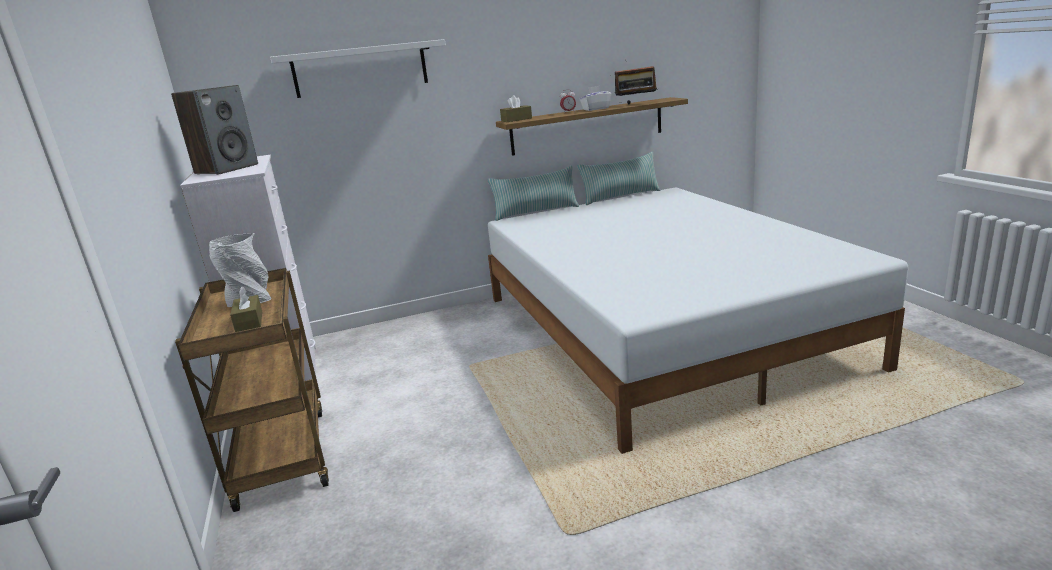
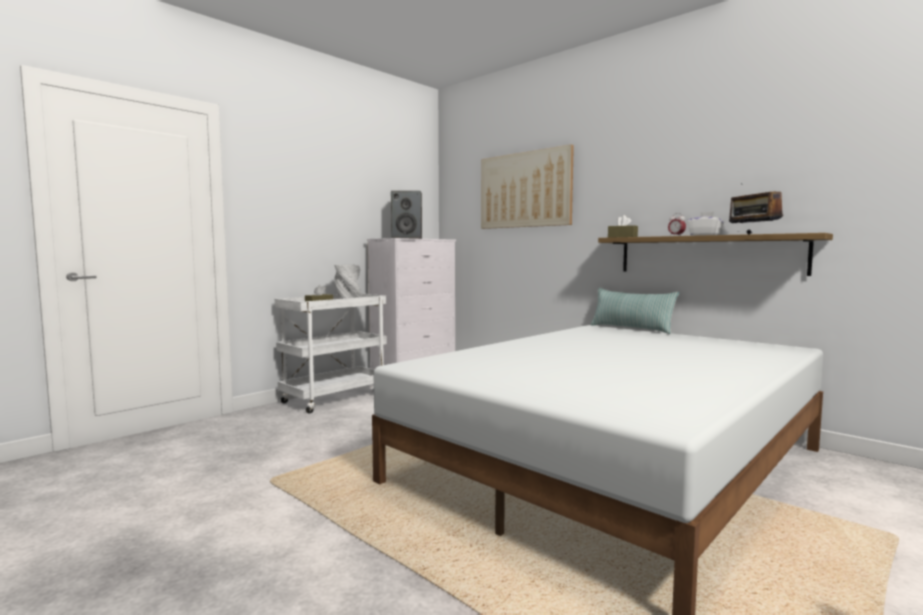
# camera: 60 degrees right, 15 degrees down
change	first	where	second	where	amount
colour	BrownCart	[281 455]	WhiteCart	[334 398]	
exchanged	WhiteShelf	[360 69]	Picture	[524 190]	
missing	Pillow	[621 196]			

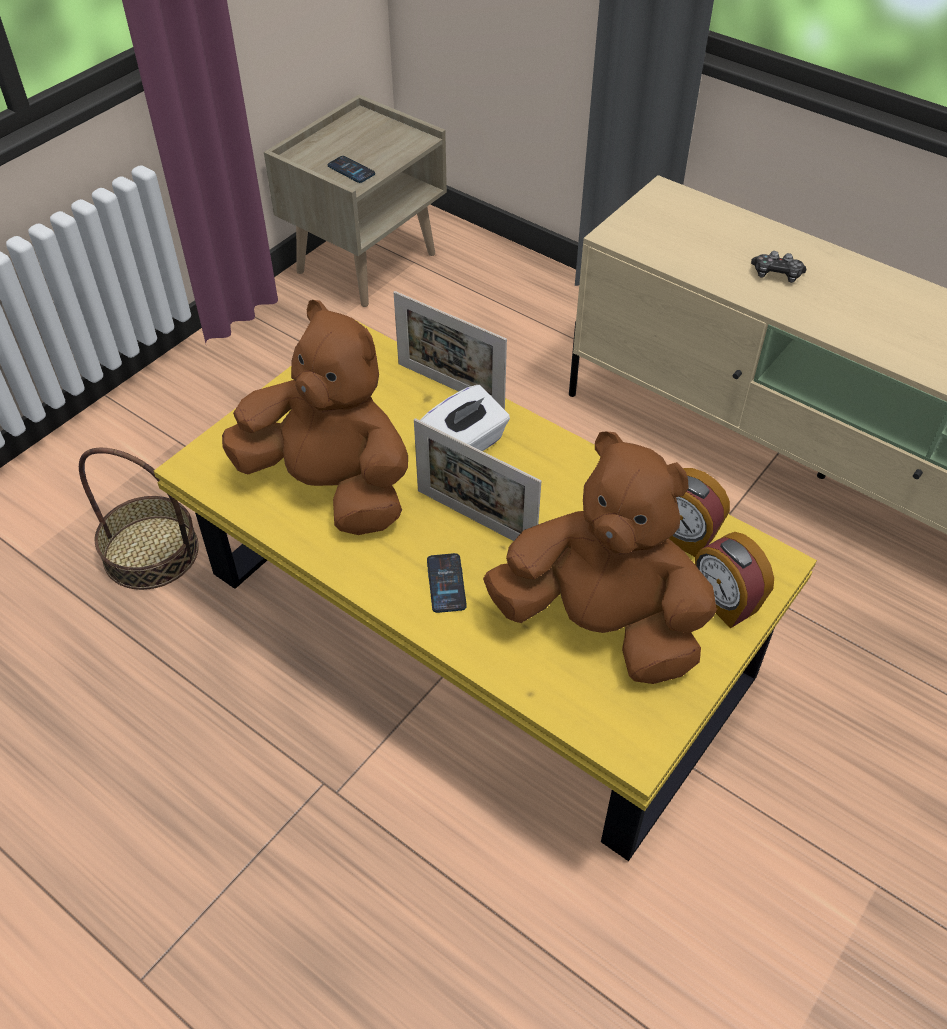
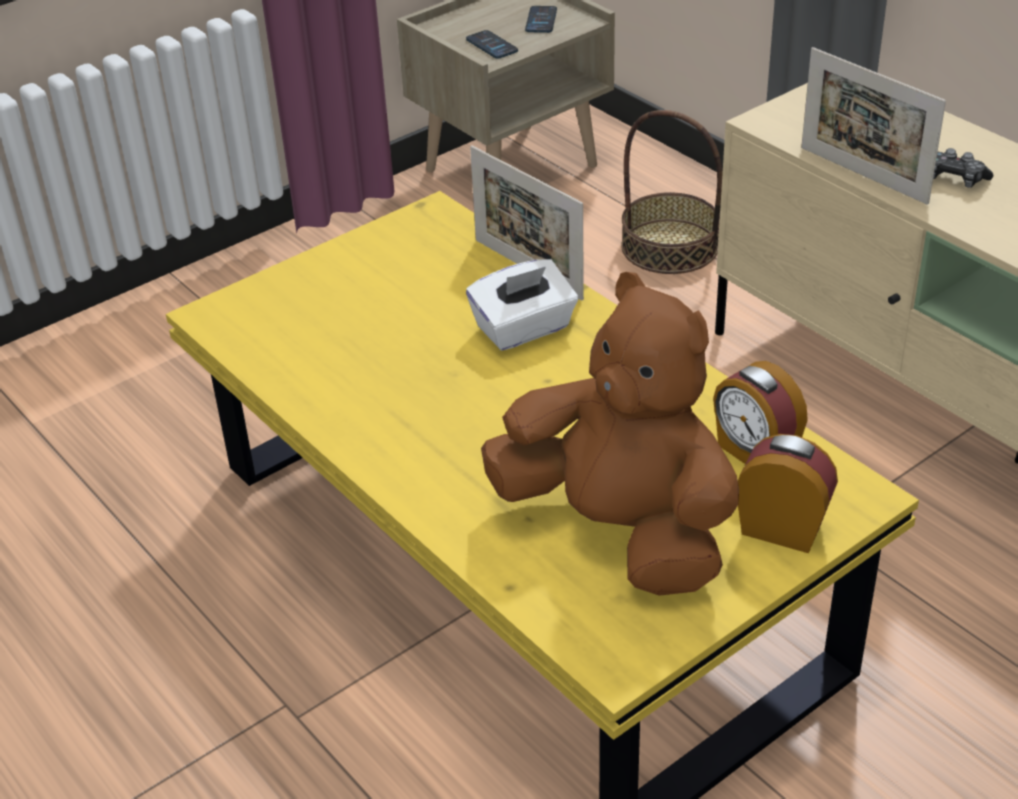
# camera: 15 degrees right, 10 degrees down
change	first	where	second	where	amount
relocated	Basket	[151 552]		[670 246]	
missing	BrownPlushToy	[331 486]			
relocated	PictureFrame	[475 520]		[863 175]	
relocated	Phone	[446 583]		[541 20]	
spun	AlarmClock	[724 602]		[782 527]	135 degrees clockwise

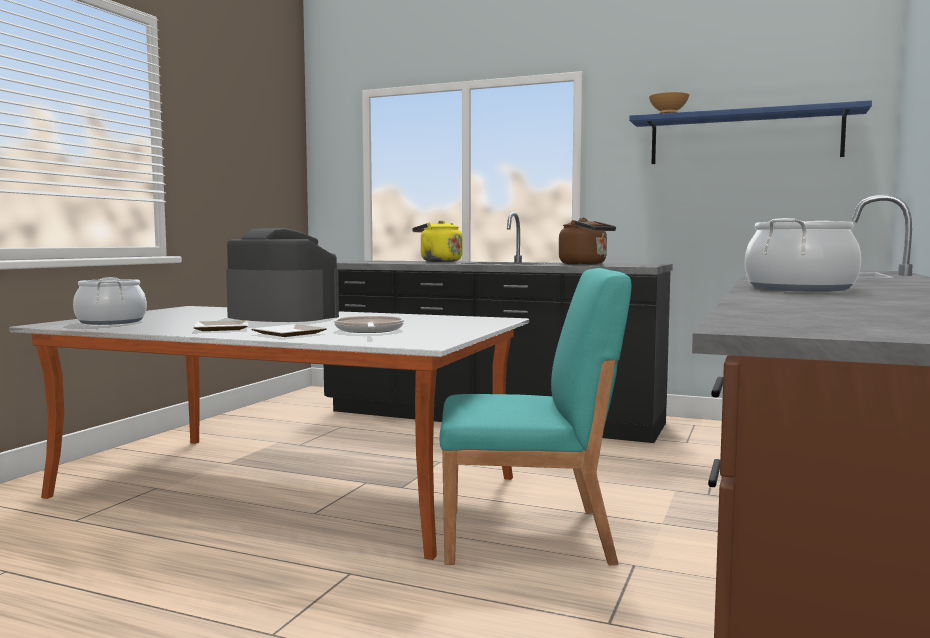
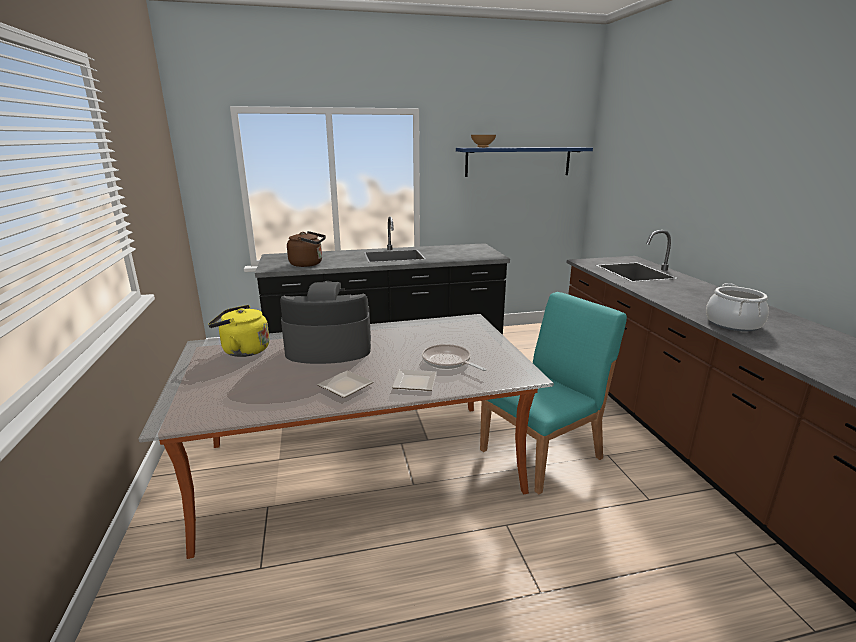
# camera: 35 degrees left, 15 degrees up
change	first	where	second	where	amount
missing	CookingPot	[111 322]			
relocated	YellowKettle	[438 261]		[243 350]	
relocated	BrownKettle	[586 264]		[308 264]	

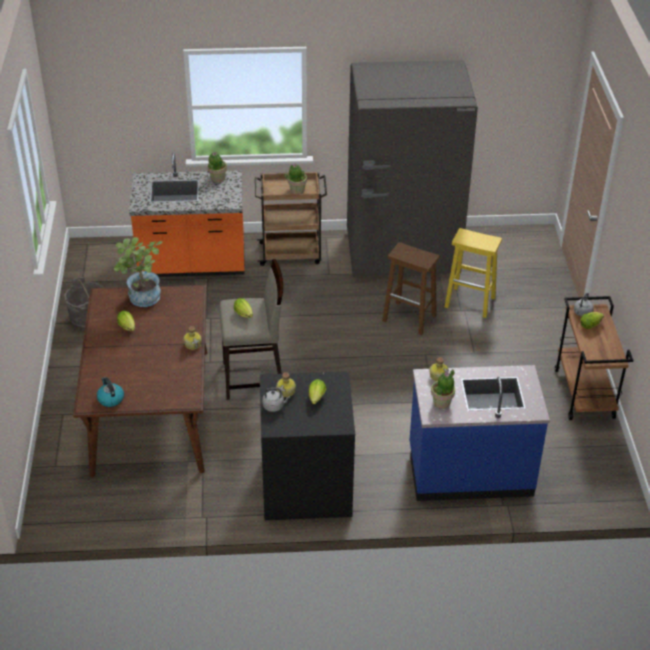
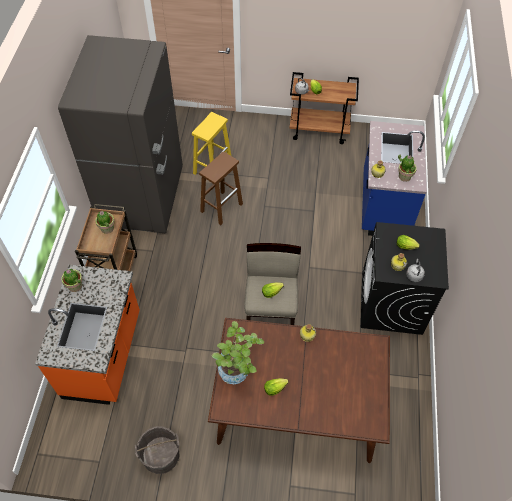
# camera: 80 degrees left, 15 degrees up
change	first	where	second	where	amount
missing	Kettle	[110 399]			

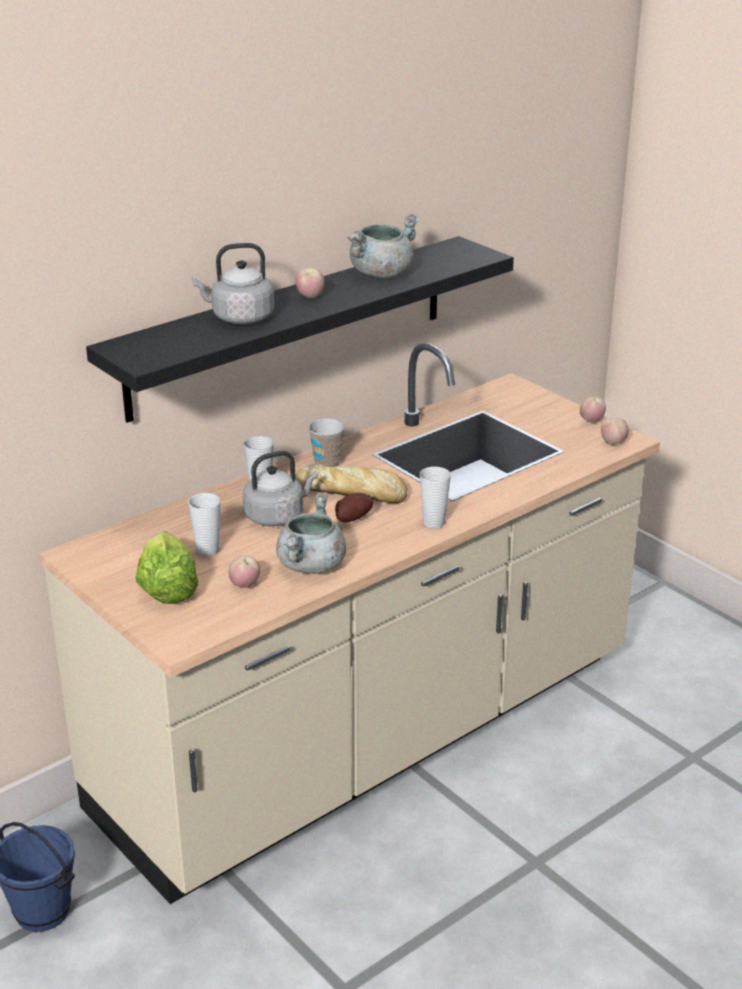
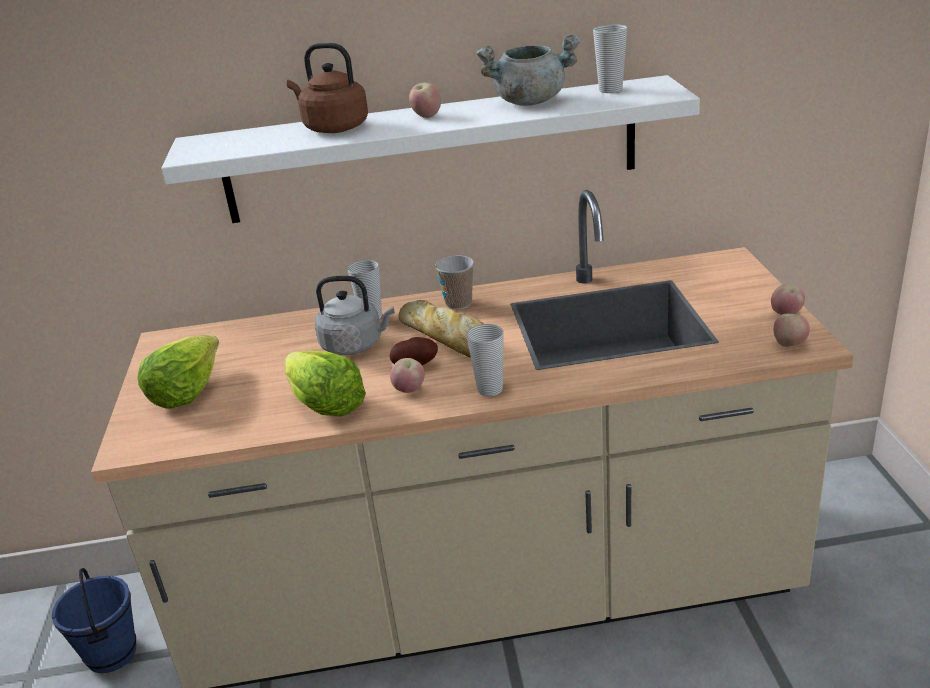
# camera: 35 degrees right, 0 degrees up
change	first	where	second	where	amount
colour	BlackShelf	[290 326]	WhiteShelf	[431 151]	
relocated	Cup	[207 551]		[610 90]	
colour	GreyKettle	[239 318]	BrownKettle	[333 128]	
relocated	Apple	[244 585]		[409 390]	
exchanged	GreyCookingPot	[311 566]	Lettuce	[324 404]	

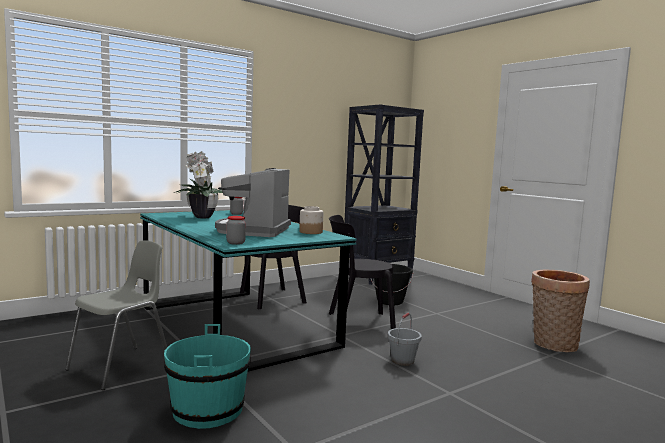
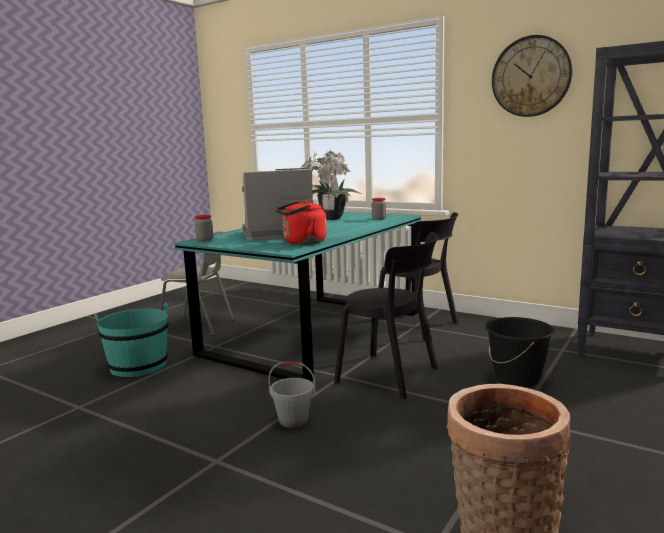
# camera: 70 degrees right, 5 degrees up
change	first	where	second	where	amount
exchanged	Jar	[310 232]	RedKettle	[302 243]	
spun	BlackChair	[356 323]		[392 376]	150 degrees clockwise
appeared			WallClock	[531 76]	

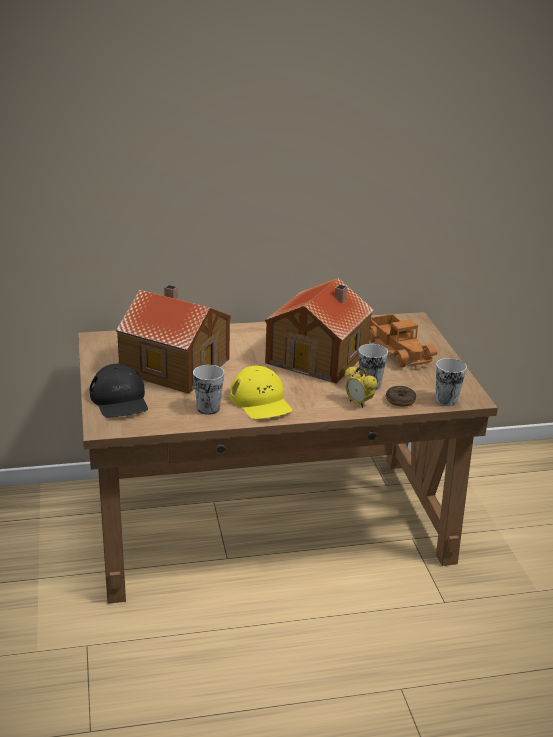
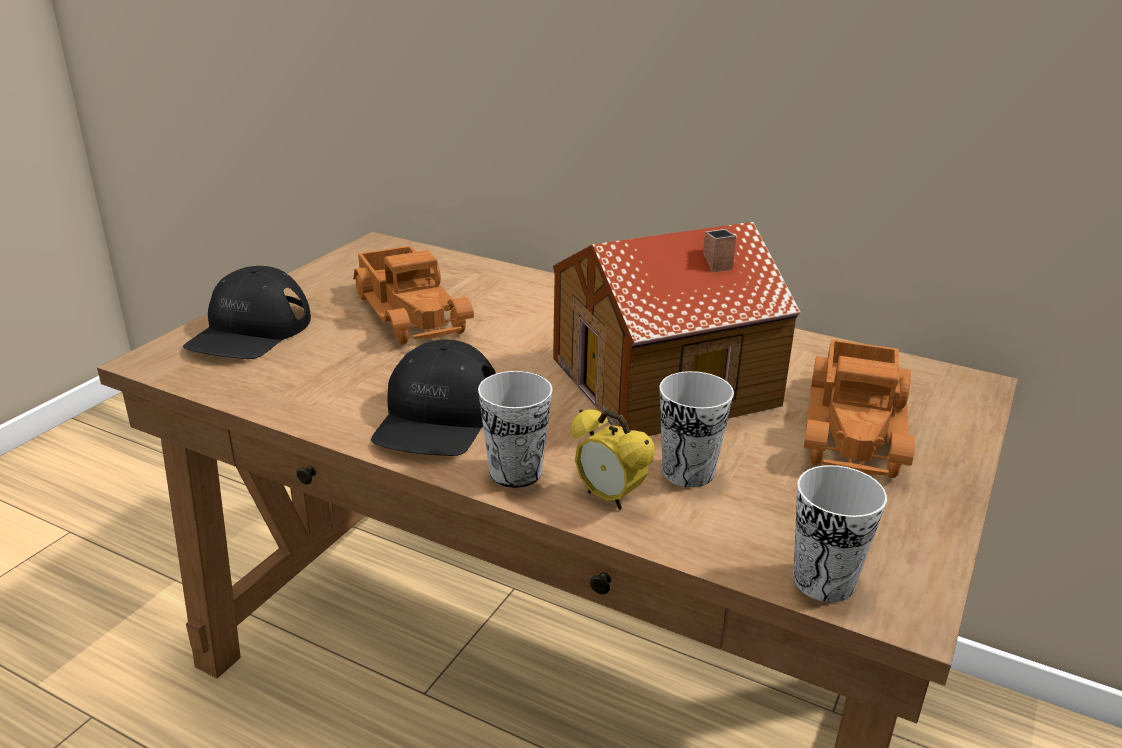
# camera: 40 degrees right, 0 degrees up
change	first	where	second	where	amount
exchanged	ToyHouse	[175 364]	ToyTruck	[413 311]	
relocated	Cup	[208 408]		[515 472]	
colour	YellowCap	[261 401]	BlackCap	[438 417]	
spun	AlarmClock	[358 403]		[609 497]	45 degrees counterclockwise
missing	Donut	[400 400]			

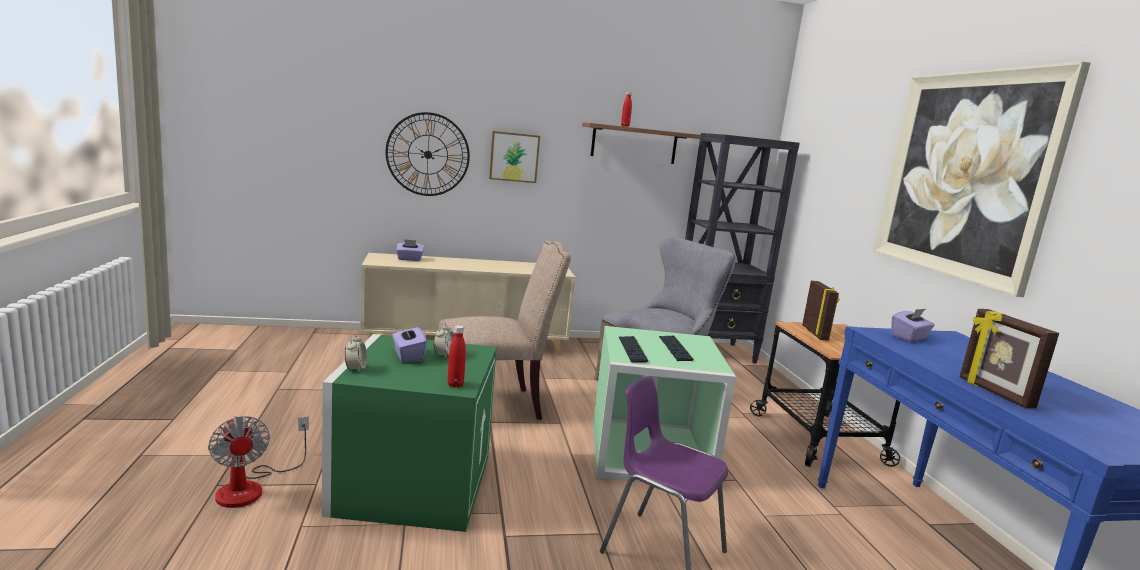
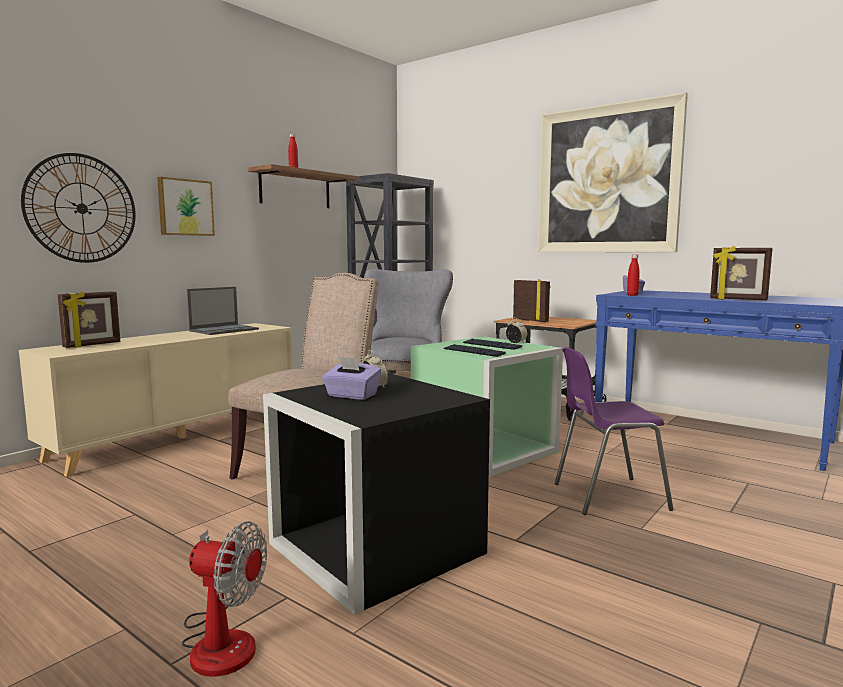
# camera: 40 degrees left, 5 degrees down
change	first	where	second	where	amount
colour	GreenStorageBox	[411 483]	BlackStorageBox	[372 548]	
relocated	AlarmClock	[355 369]		[516 342]	
exchanged	PurpleTissueBox	[409 259]	PictureFrame	[92 345]	
relocated	RedBottle	[455 384]		[632 295]	
appeared			Laptop	[225 330]	

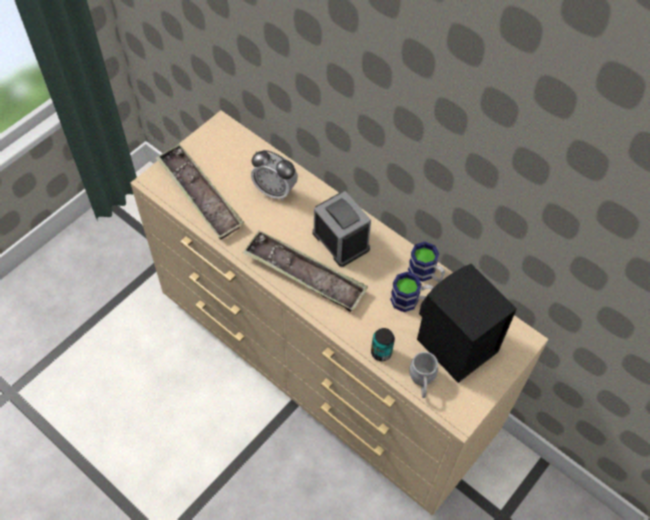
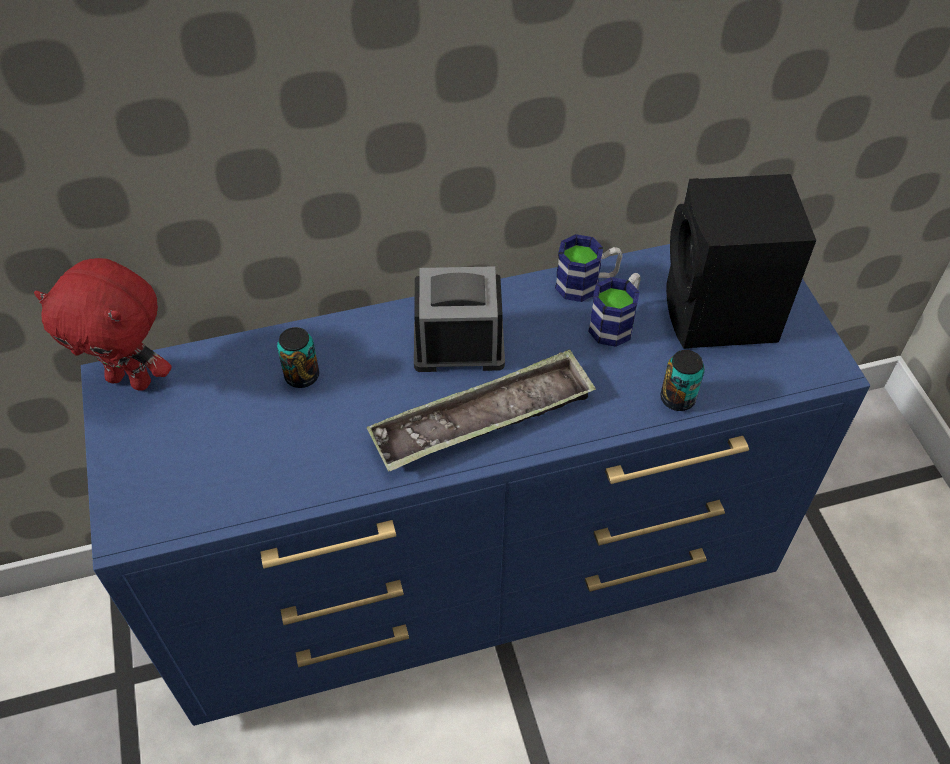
# camera: 55 degrees left, 5 degrees down
change	first	where	second	where	amount
colour	BeigeDresser	[324 367]	BlueDresser	[477 576]	
missing	Tray	[200 195]			
exchanged	AlarmClock	[275 191]	Can	[302 376]	
missing	GreyMug	[421 382]			
appeared			RedPlushToy	[131 379]	

